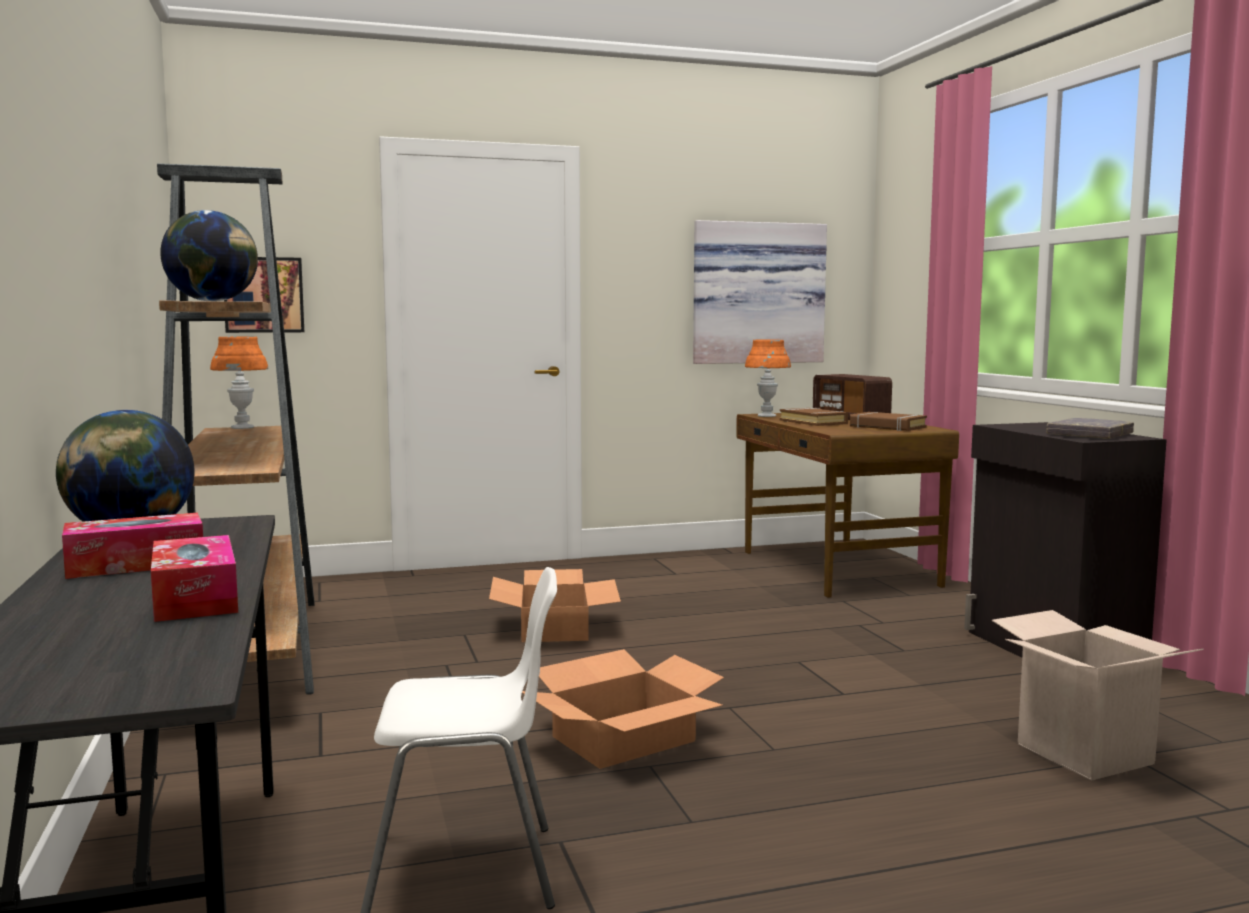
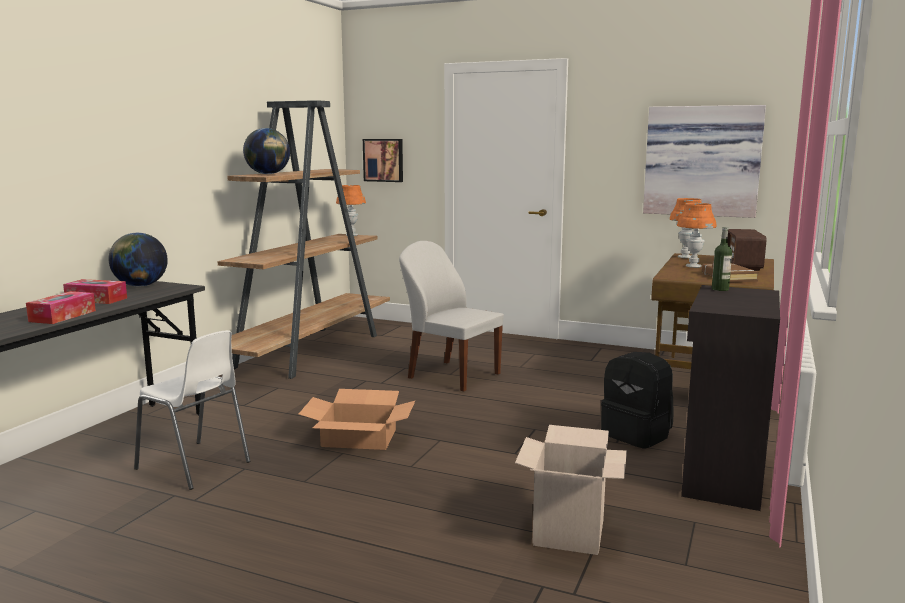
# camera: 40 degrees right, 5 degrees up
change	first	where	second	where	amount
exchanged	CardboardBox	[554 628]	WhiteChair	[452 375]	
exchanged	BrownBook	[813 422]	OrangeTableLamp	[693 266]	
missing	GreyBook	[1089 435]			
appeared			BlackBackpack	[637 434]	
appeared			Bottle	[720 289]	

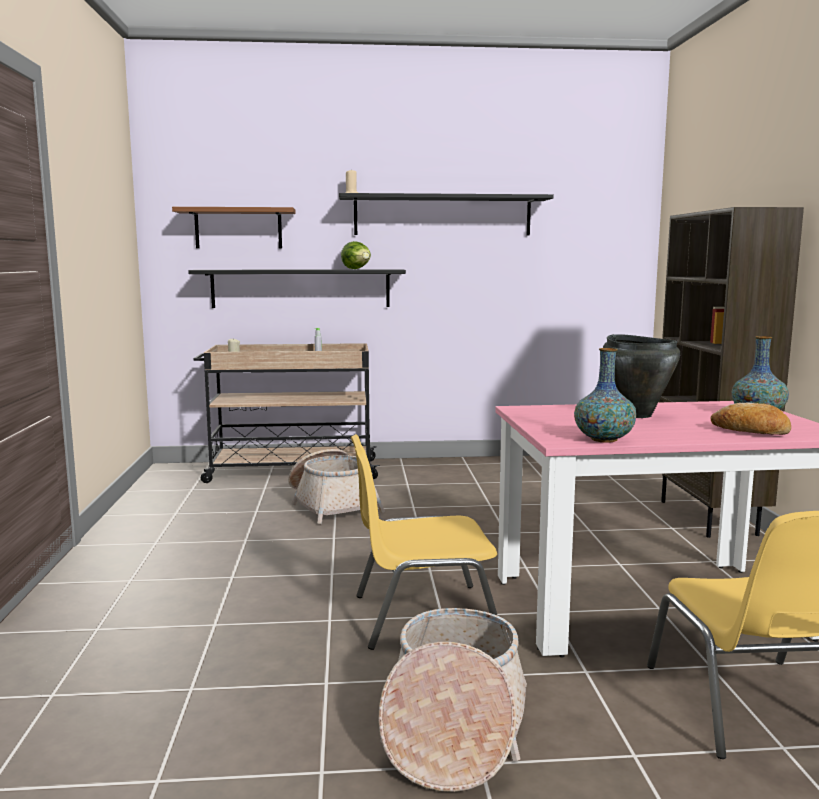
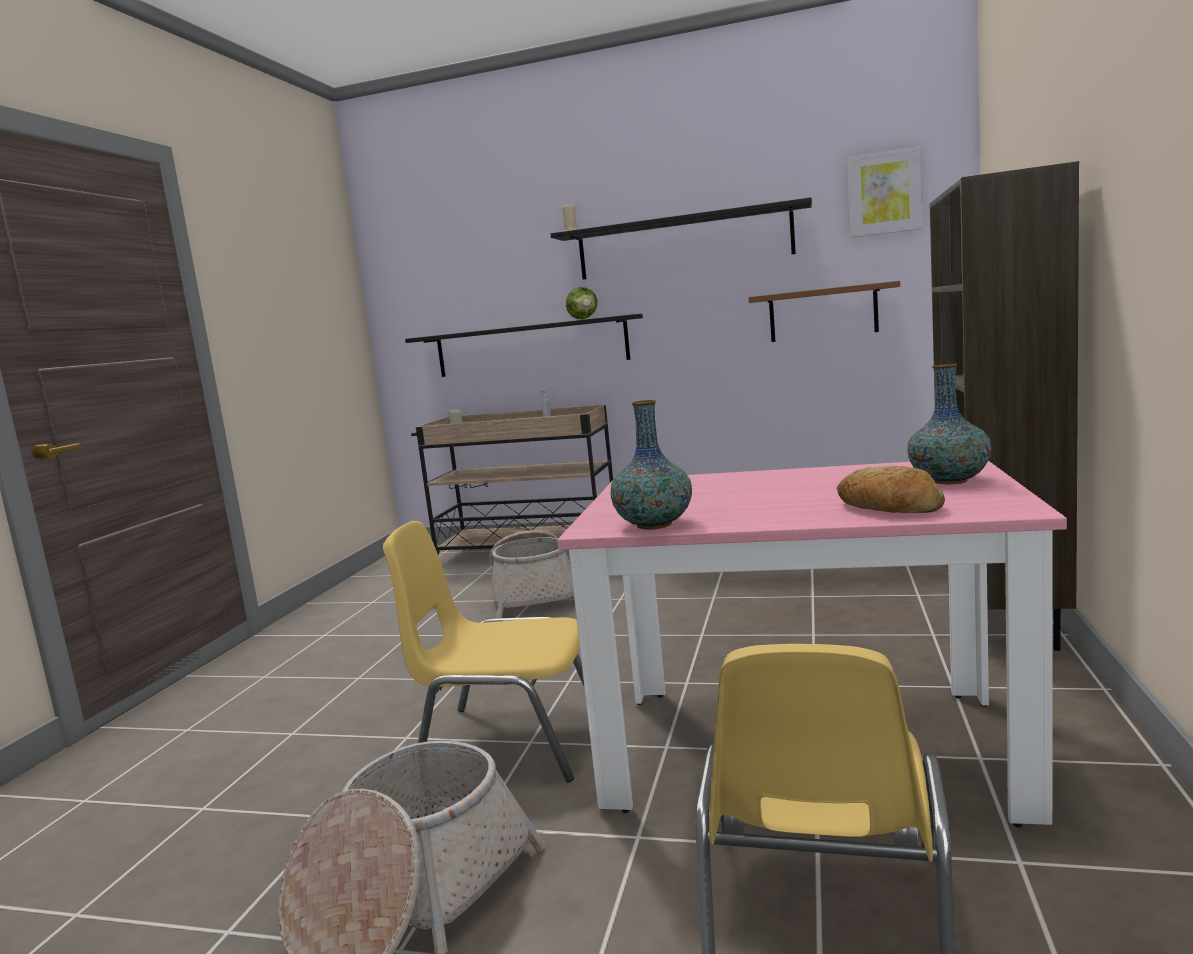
# camera: 20 degrees right, 0 degrees up
change	first	where	second	where	amount
relocated	BrownShelf	[238 228]		[823 313]	
missing	BlackCookingPot	[636 415]			
appeared			Picture	[884 193]	

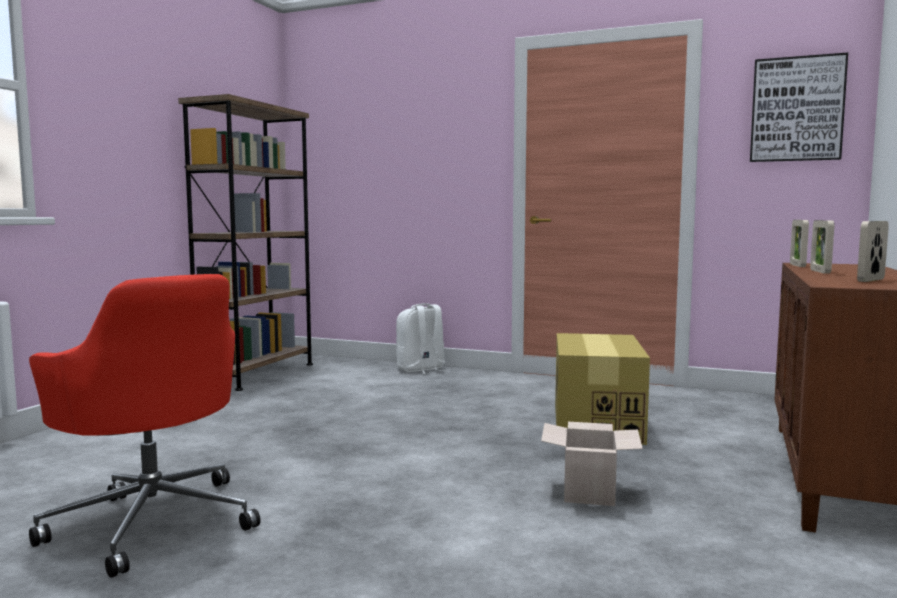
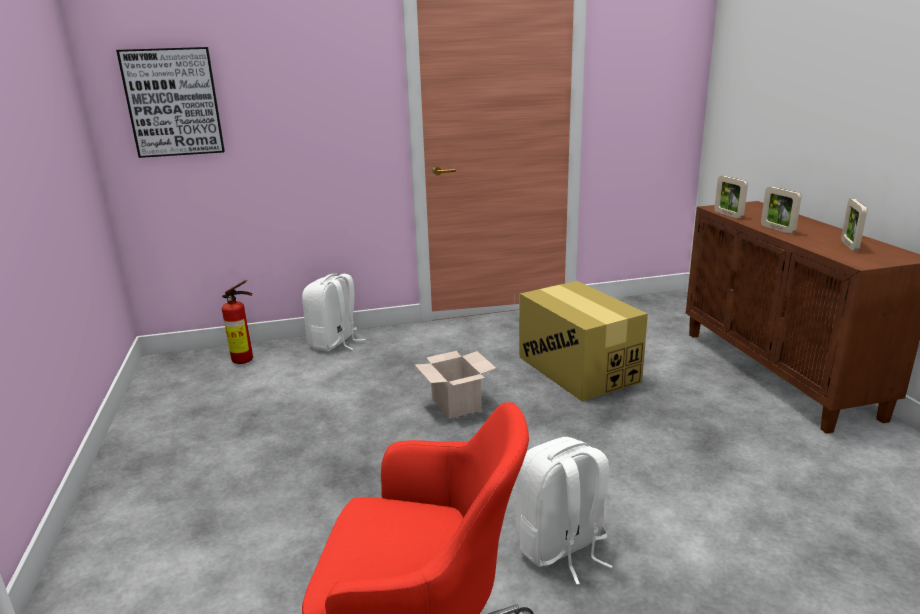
# camera: 35 degrees left, 15 degrees up
change	first	where	second	where	amount
missing	BrownBookcase	[257 374]			
relocated	CardboardBox	[590 493]		[457 405]	
relocated	Picture	[796 109]		[173 102]	
appeared			FireExtinguisher	[246 360]	
appeared			WhiteBackpack	[561 548]	

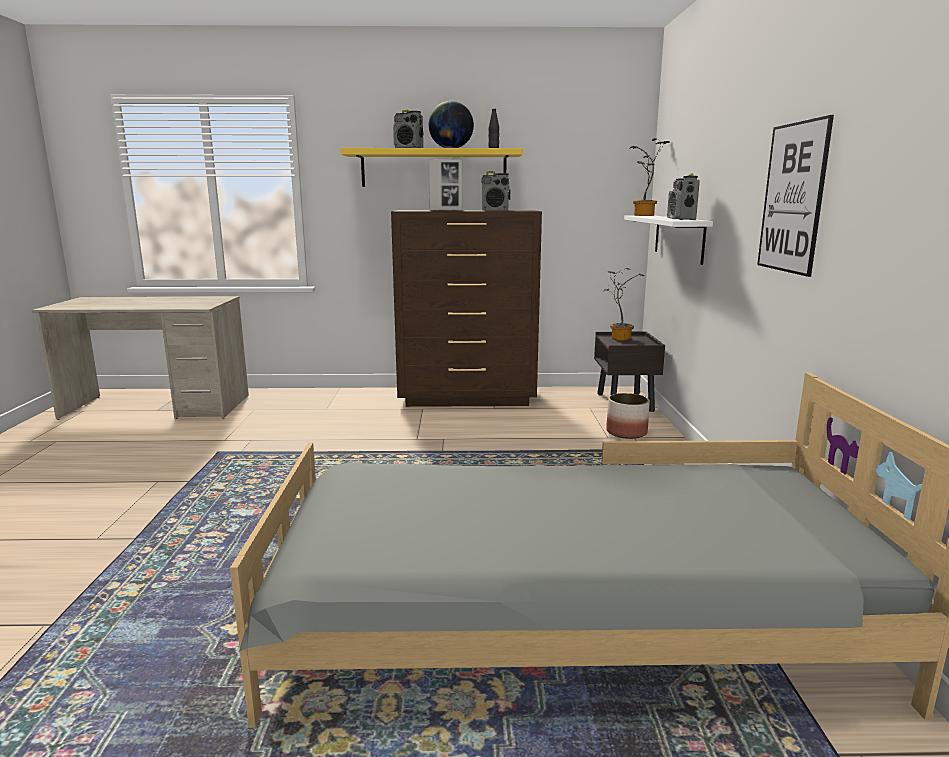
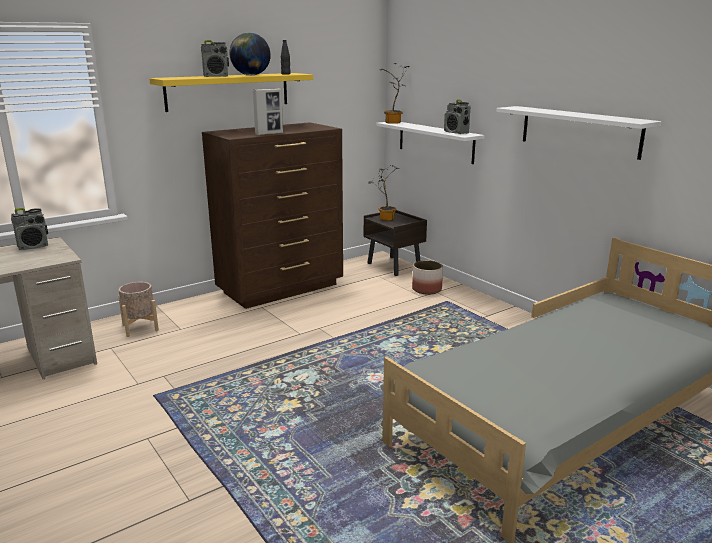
# camera: 35 degrees left, 5 degrees up
change	first	where	second	where	amount
relocated	Radio	[495 210]		[33 247]	
exchanged	Picture	[792 198]	WhiteShelf	[579 131]	
appeared			BeigePlanter	[140 328]	

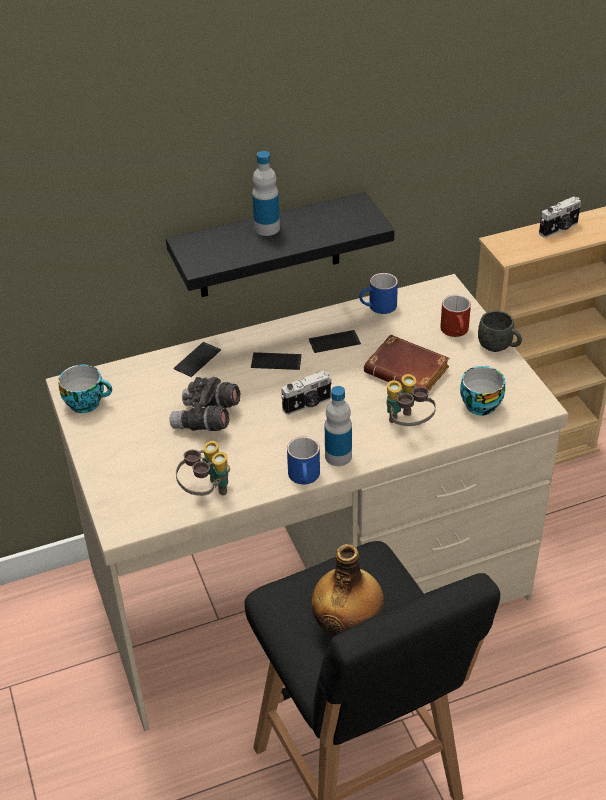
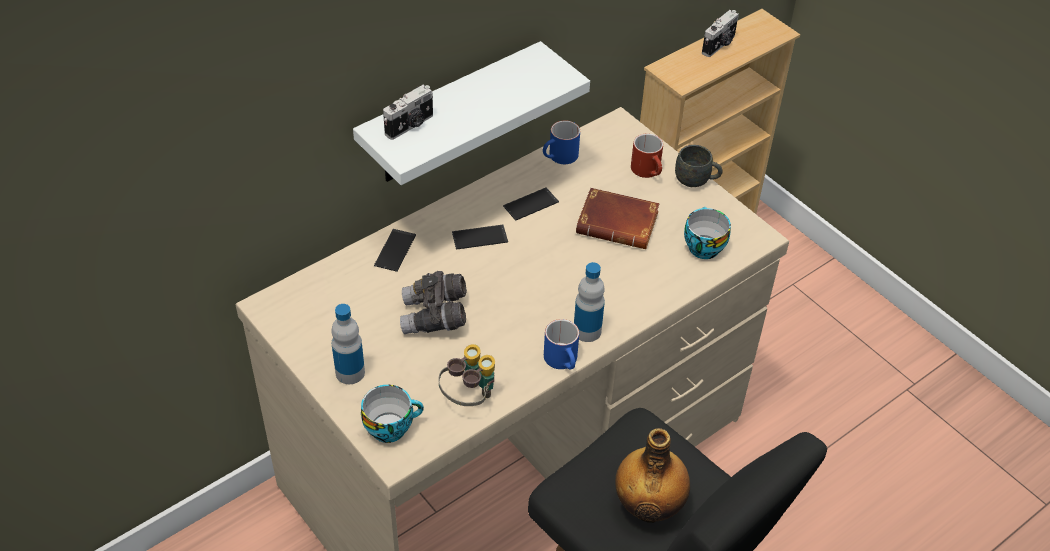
# camera: 20 degrees left, 5 degrees up
change	first	where	second	where	amount
relocated	Cup	[87 402]		[391 426]	
colour	BlackShelf	[269 247]	WhiteShelf	[450 115]	
relocated	Bottle	[267 228]		[350 372]	
relocated	PhotoCamera	[307 405]		[410 125]	
missing	Binoculars	[407 425]			

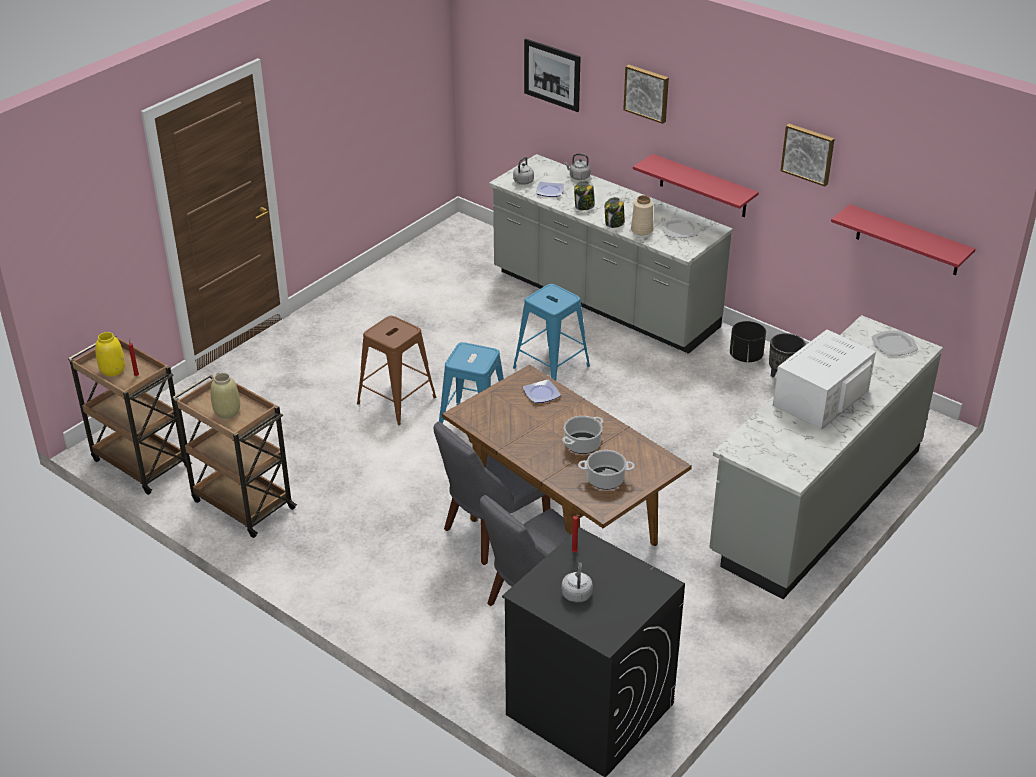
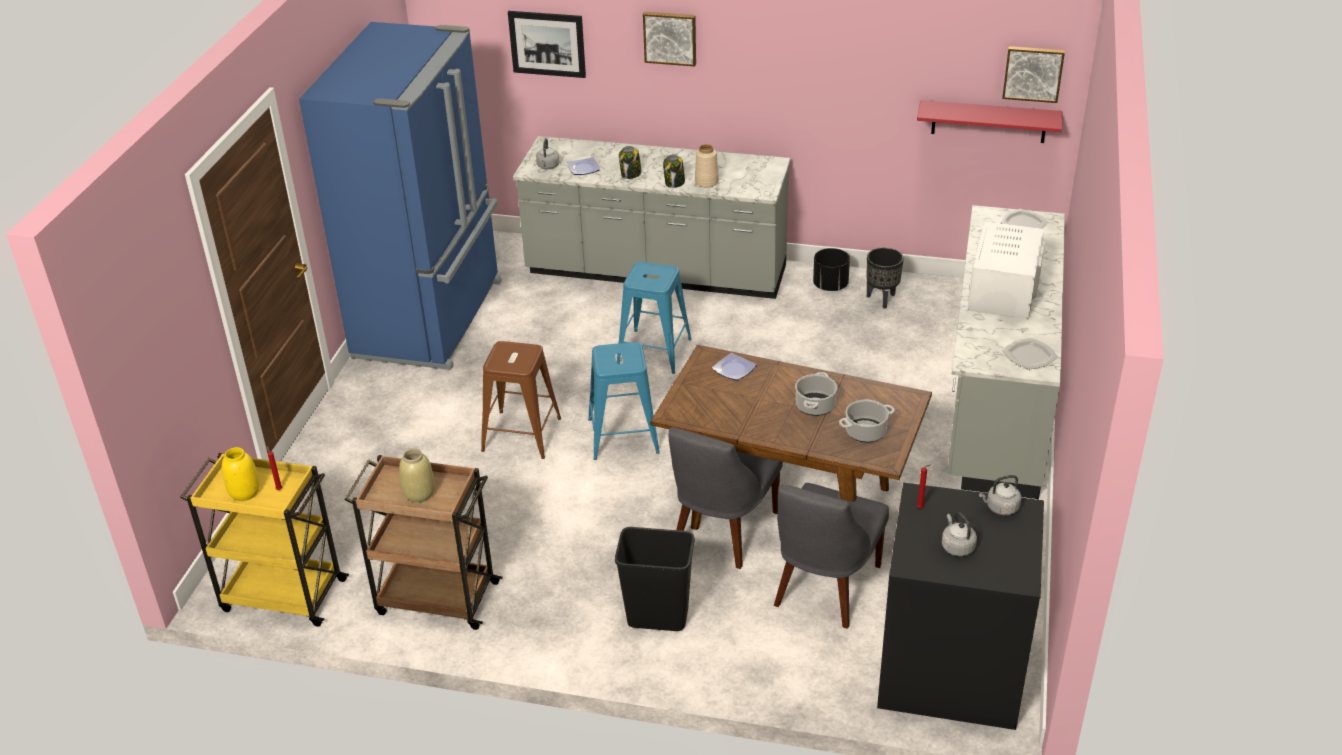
# camera: 25 degrees left, 0 degrees up
change	first	where	second	where	amount
colour	BrownCart	[140 462]	YellowCart	[281 595]	
relocated	GreyKettle	[578 177]		[1000 508]	
missing	RedShelf	[703 186]			
relocated	Plate	[680 230]		[1030 355]	
relocated	Picture	[808 153]		[1033 73]	
appeared			BlueFridge	[432 319]	
appeared			BlackTrashCan	[657 618]	

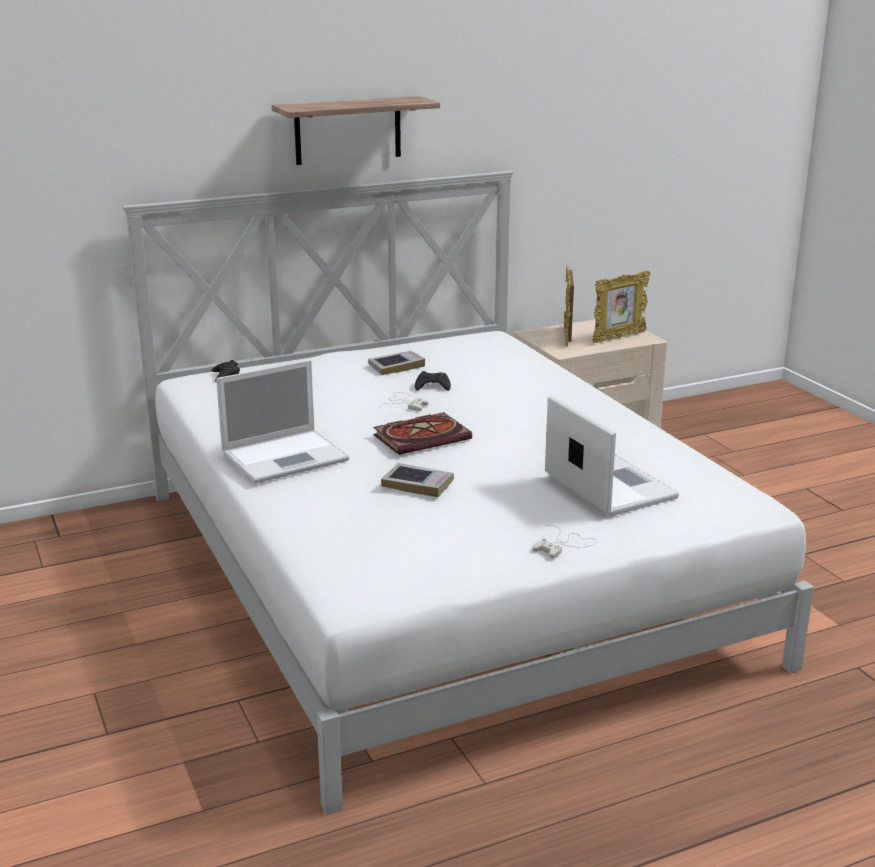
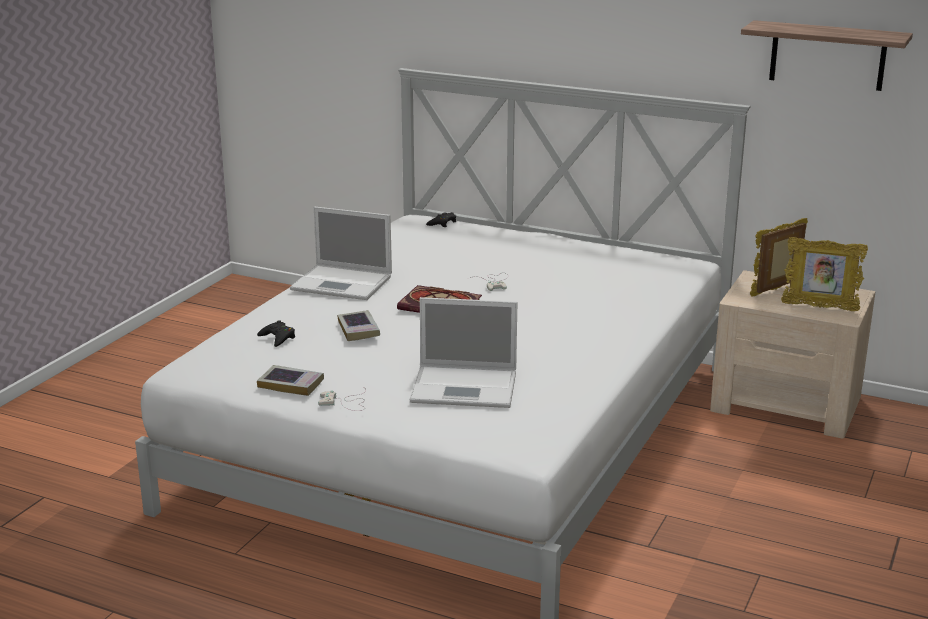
# camera: 50 degrees right, 0 degrees up
change	first	where	second	where	amount
relocated	Shelf	[348 130]		[827 55]	
relocated	Book	[396 366]		[291 384]	
relocated	BlackGameController	[432 386]		[277 338]	
spun	Laptop	[607 485]		[466 387]	75 degrees clockwise

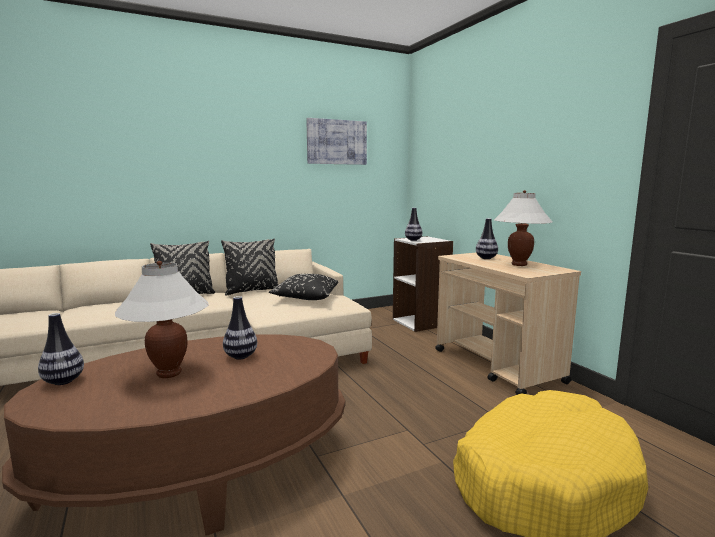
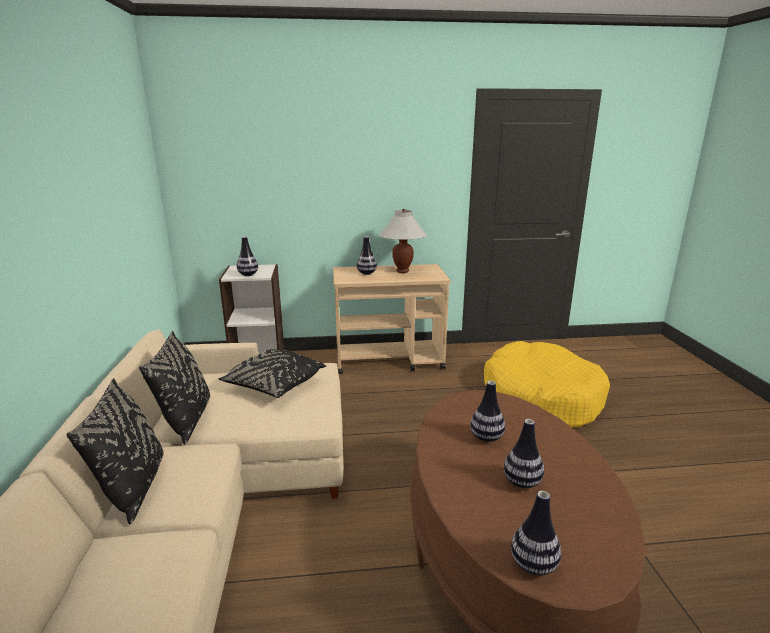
# camera: 70 degrees left, 10 degrees up
change	first	where	second	where	amount
exchanged	WhiteTableLamp	[169 373]	Vase	[522 482]	
missing	Picture	[337 142]			

